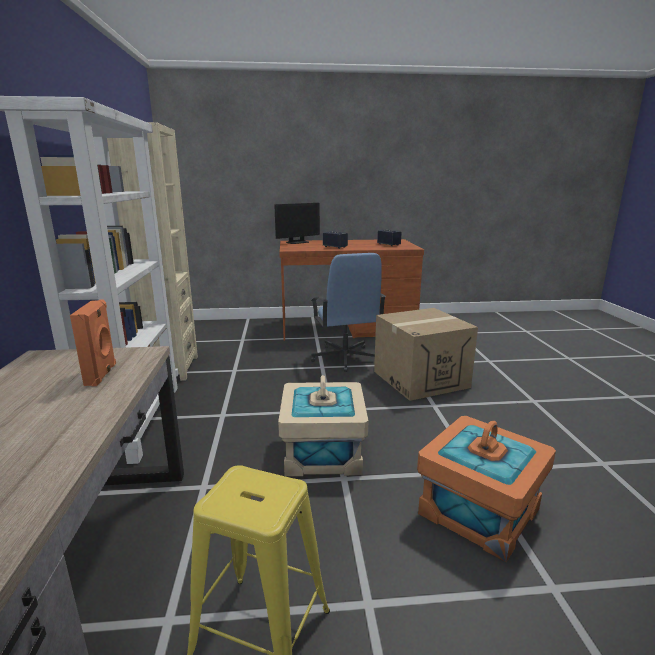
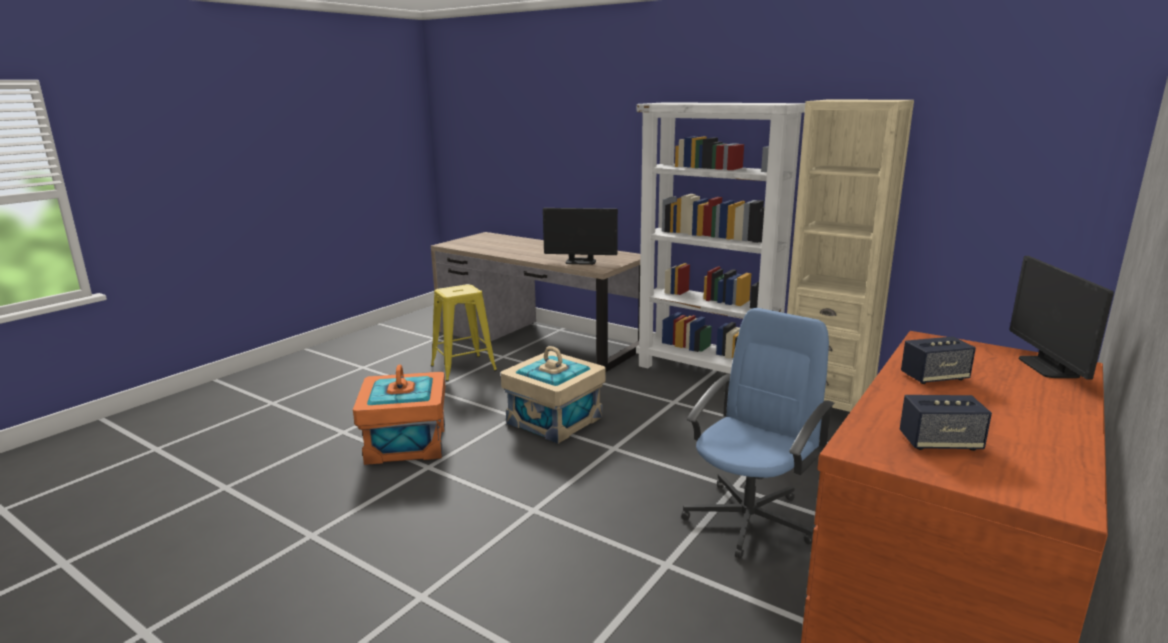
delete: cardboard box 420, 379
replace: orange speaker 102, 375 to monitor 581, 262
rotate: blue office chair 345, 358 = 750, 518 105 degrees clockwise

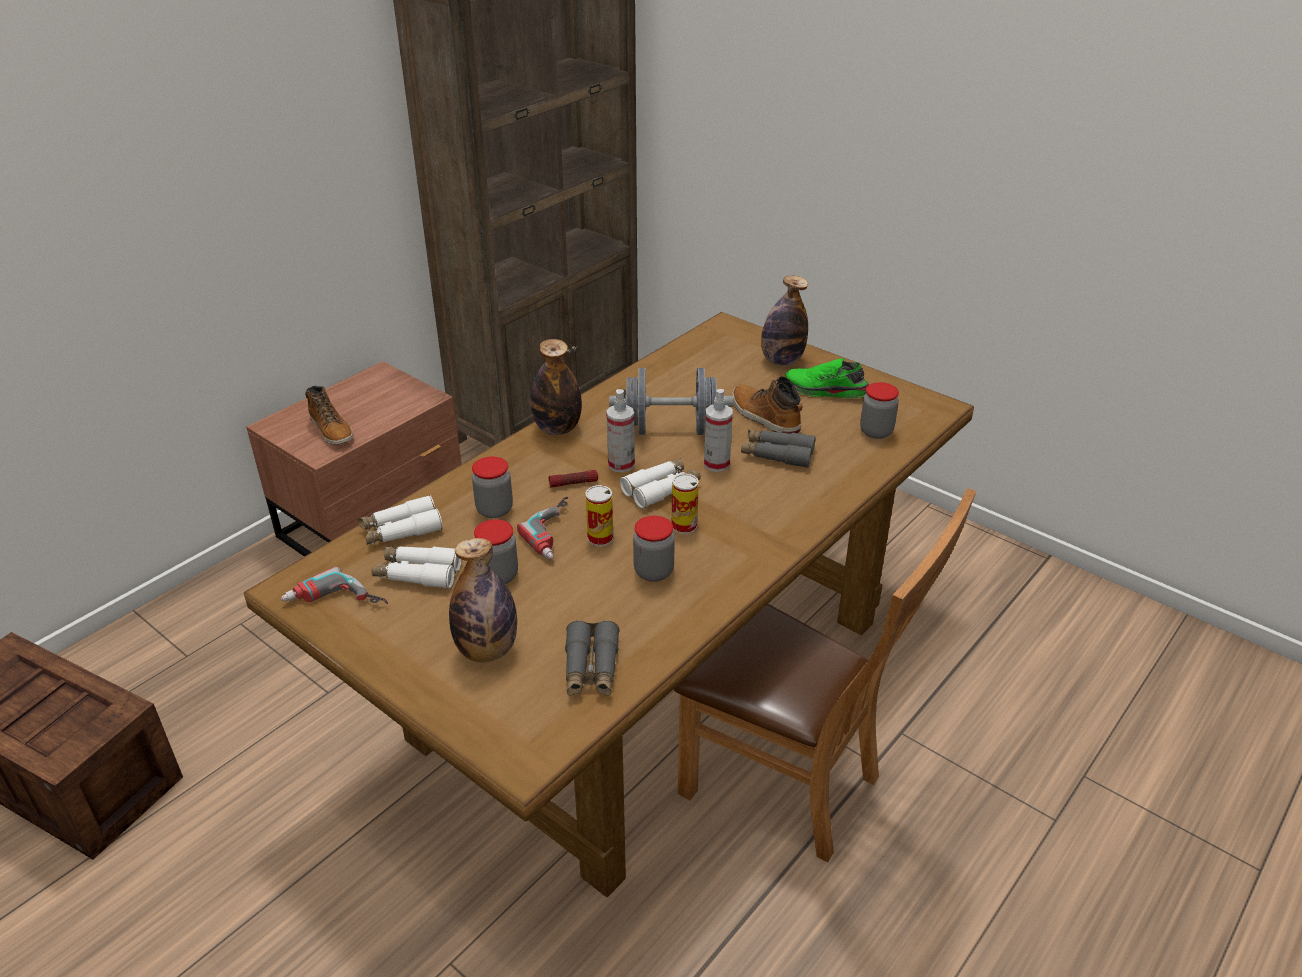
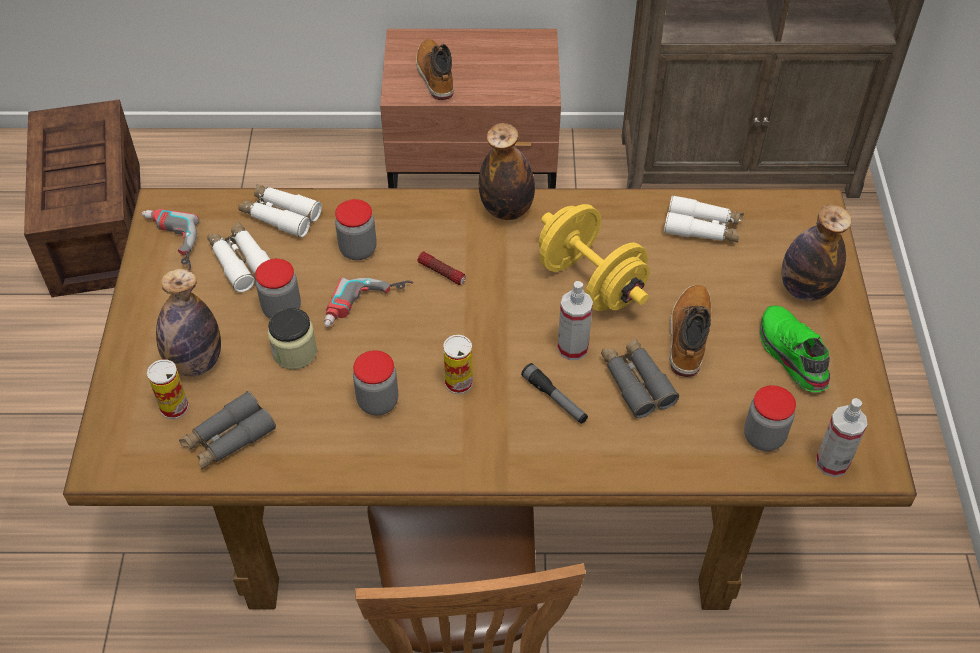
insert: jar 295, 352; flashlight 555, 399
move: spray bottle 621, 464 to 832, 463; white binoculars 661, 489 to 702, 228; can 600, 538 to 174, 407
recolor: grey dumbbell 670, 429 to yellow dumbbell 590, 282
rotate: boot 332, 430 = 434, 75 150 degrees clockwise

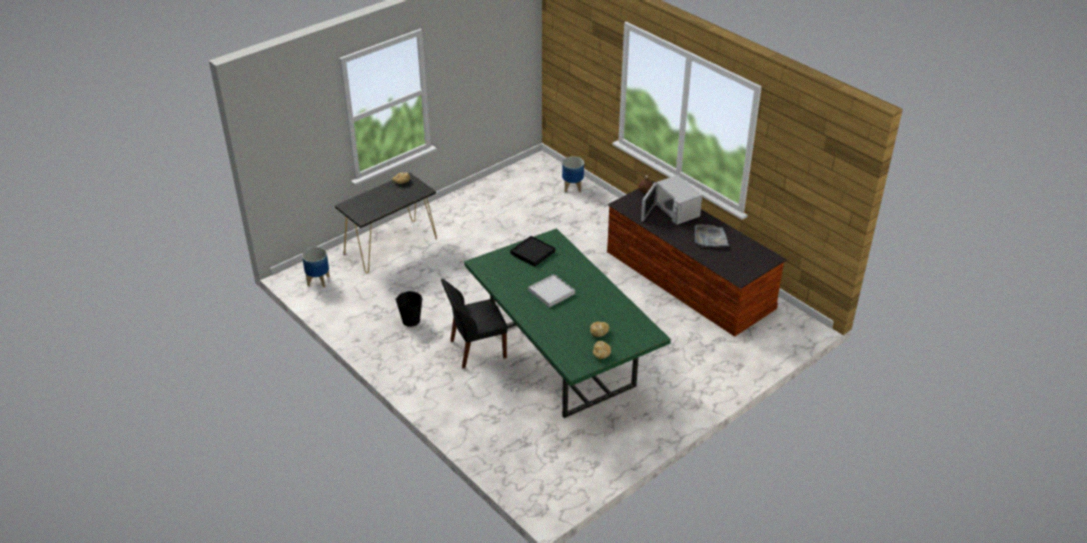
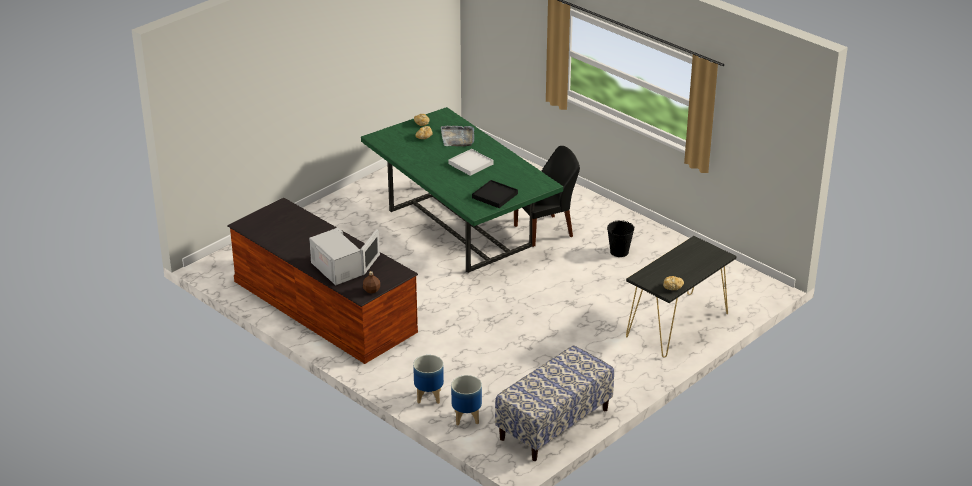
insert: bench 554, 424
move: grey tray 710, 238 to 458, 137; planter 318, 281 to 429, 396

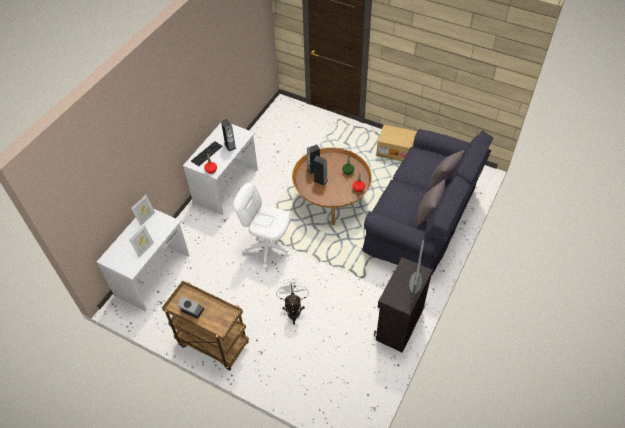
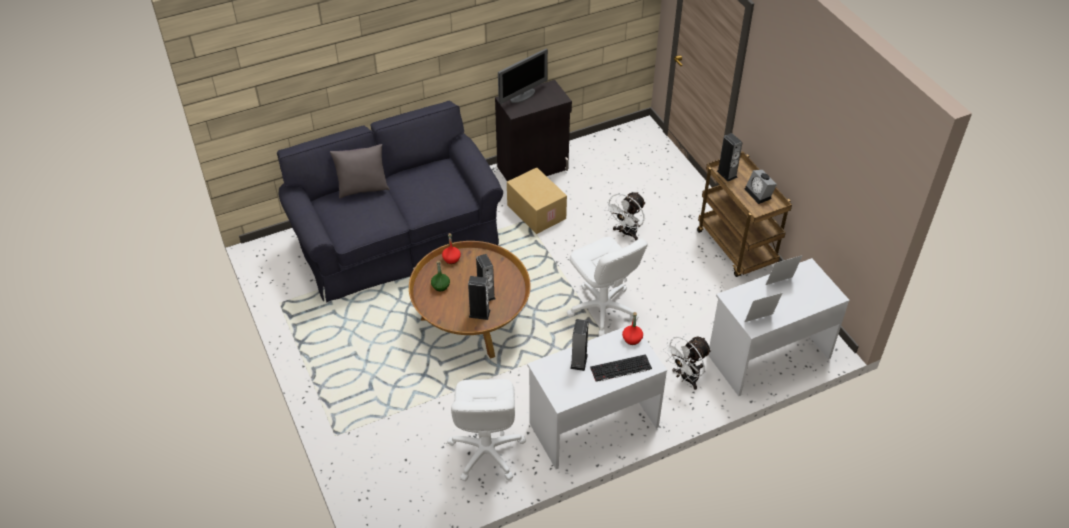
delete: grey pillow 428, 214
insert: speaker 727, 174; white fan 686, 378; white office chair 486, 452
move: cardboard box 395, 151 to 535, 212

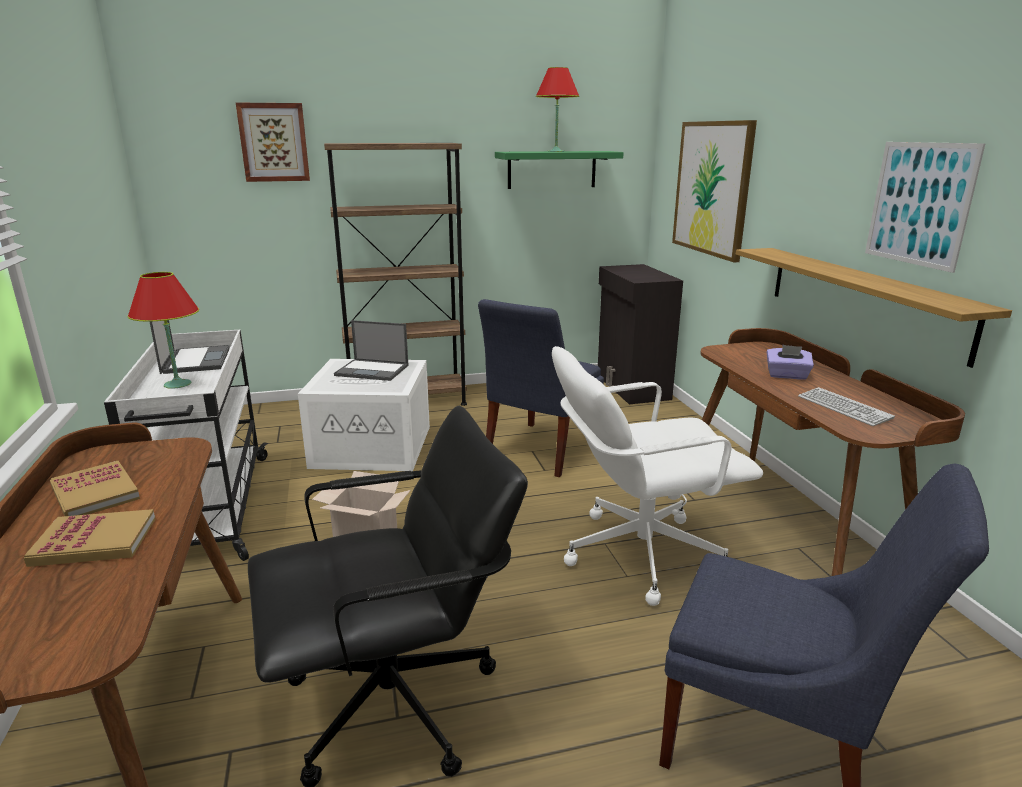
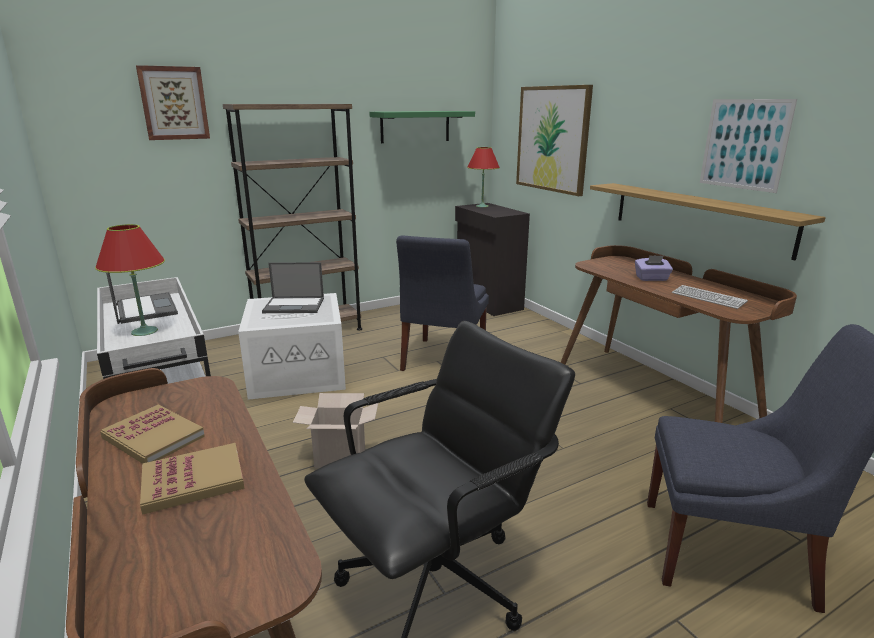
delete: white office chair 640, 553
move: red table lamp 556, 151 to 482, 206

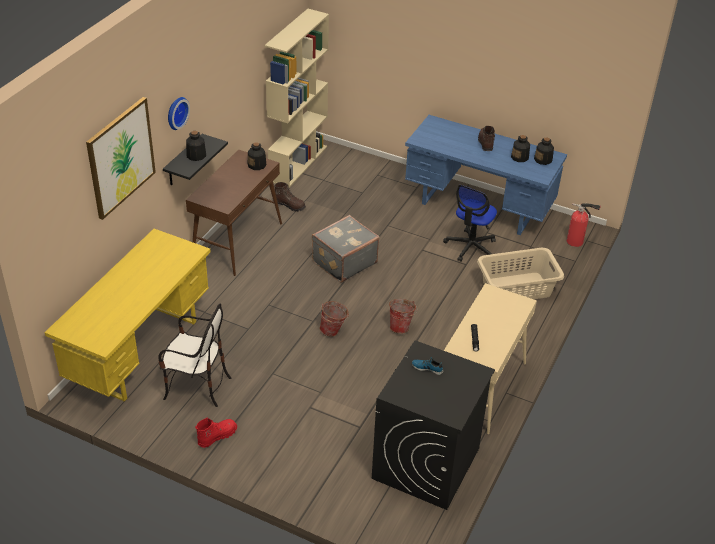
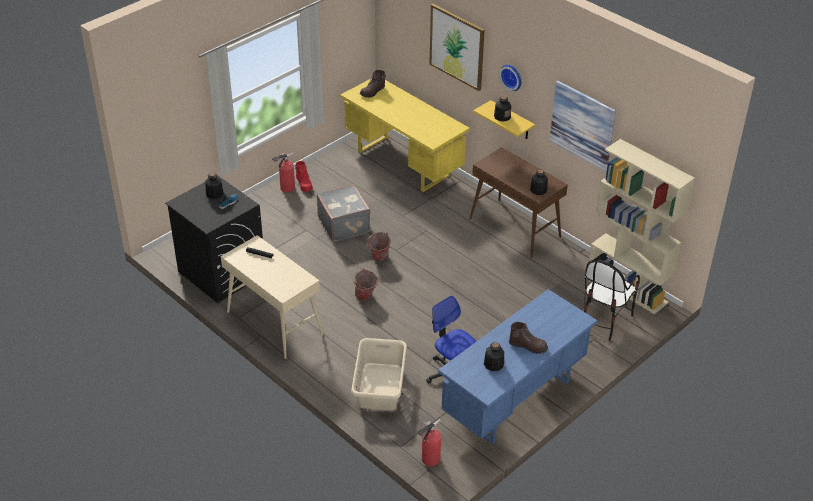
insert: picture 582, 125; fire extinguisher 286, 188
move: bottle 543, 160 to 214, 194; brown boot 290, 205 to 373, 92; grey suitcase 343, 262 to 344, 224; chair 197, 387 to 604, 319
recolor: black shelf 183, 161 to yellow shelf 512, 121

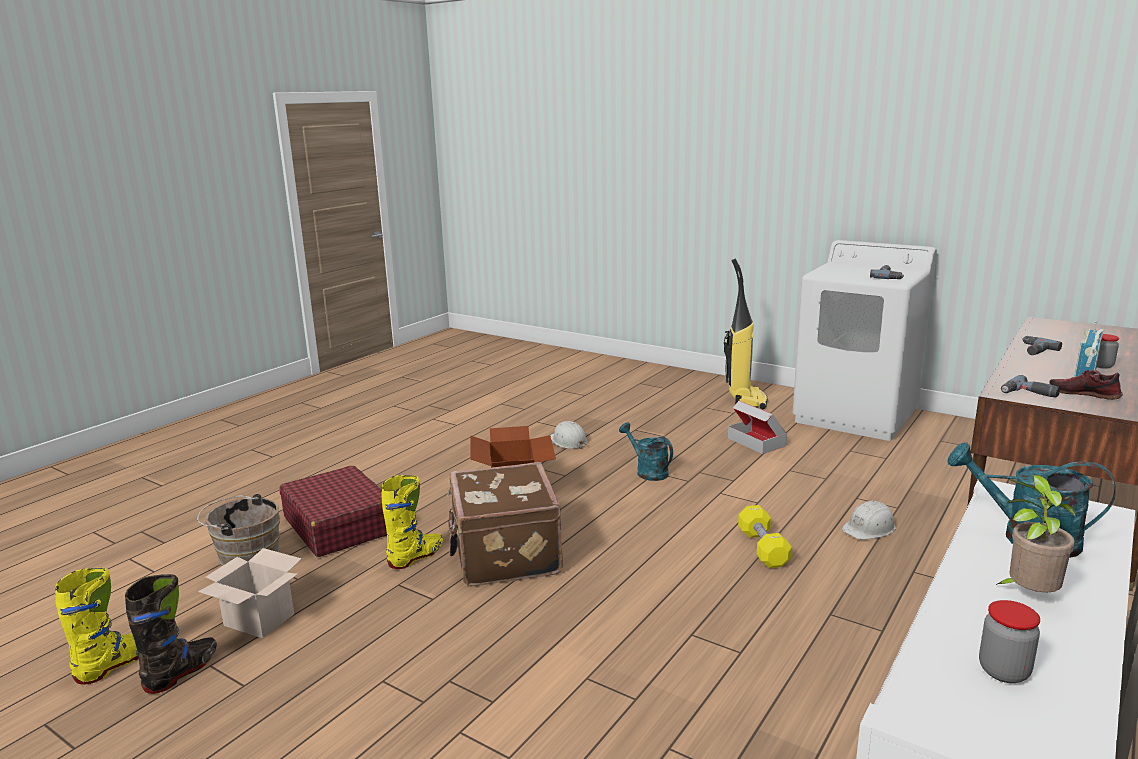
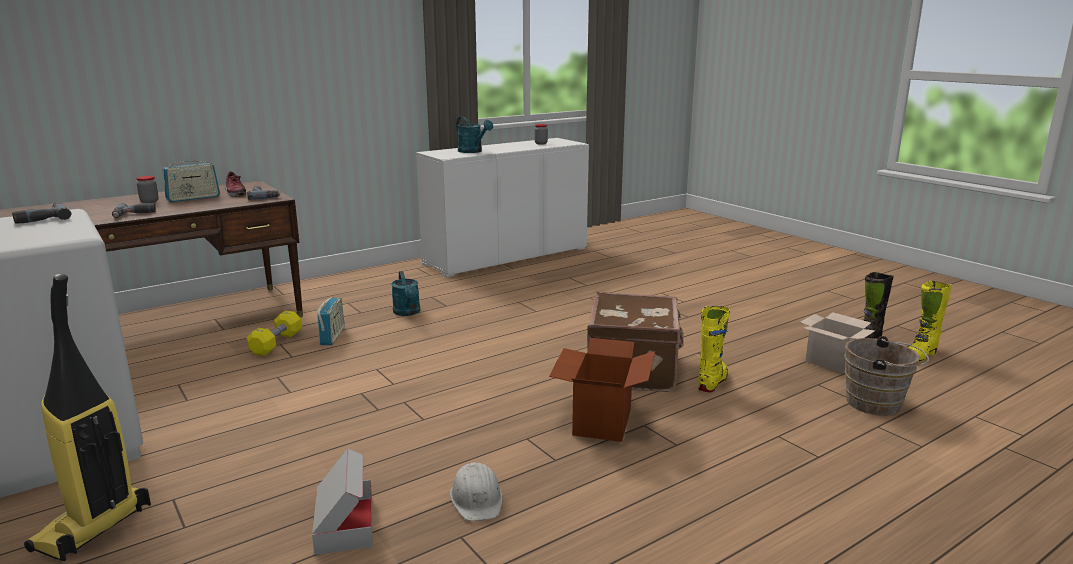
delete: red suitcase 339, 525; potted plant 1028, 595
move: cardboard box 756, 442 to 344, 524; turquoise watering can 647, 471 to 408, 313; yellow dumbbell 763, 548 to 276, 343
replace: white hard hat 869, 528 to radio 332, 336
rotate: yellow boot 416, 557 = 712, 382 150 degrees clockwise

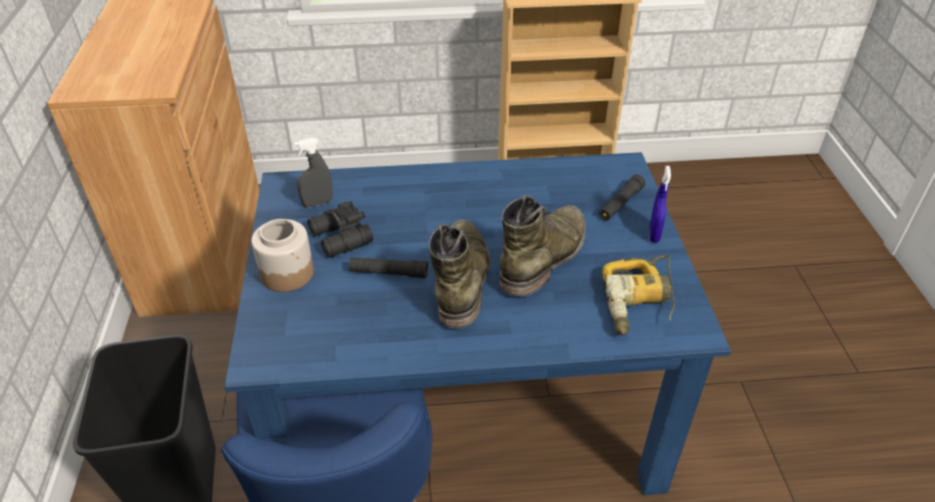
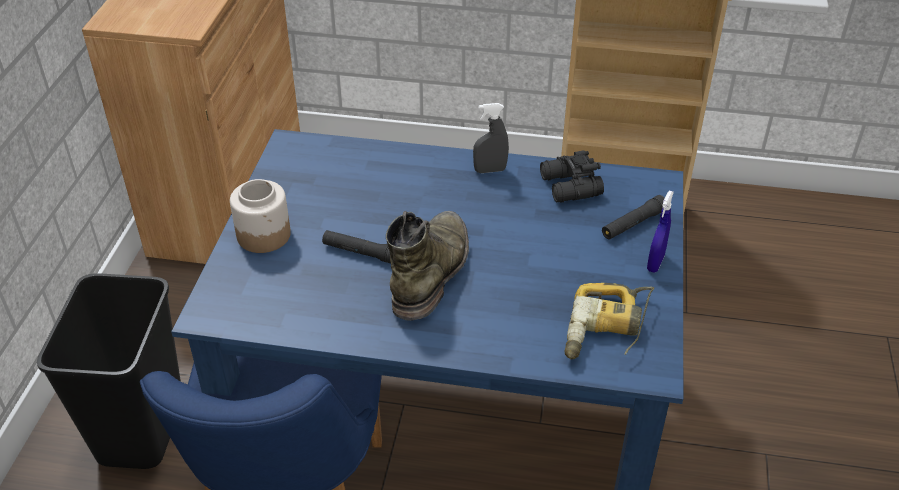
delete: green boot 545, 256
move: grey spray bottle 317, 203 to 490, 170; black binoculars 340, 239 to 569, 187

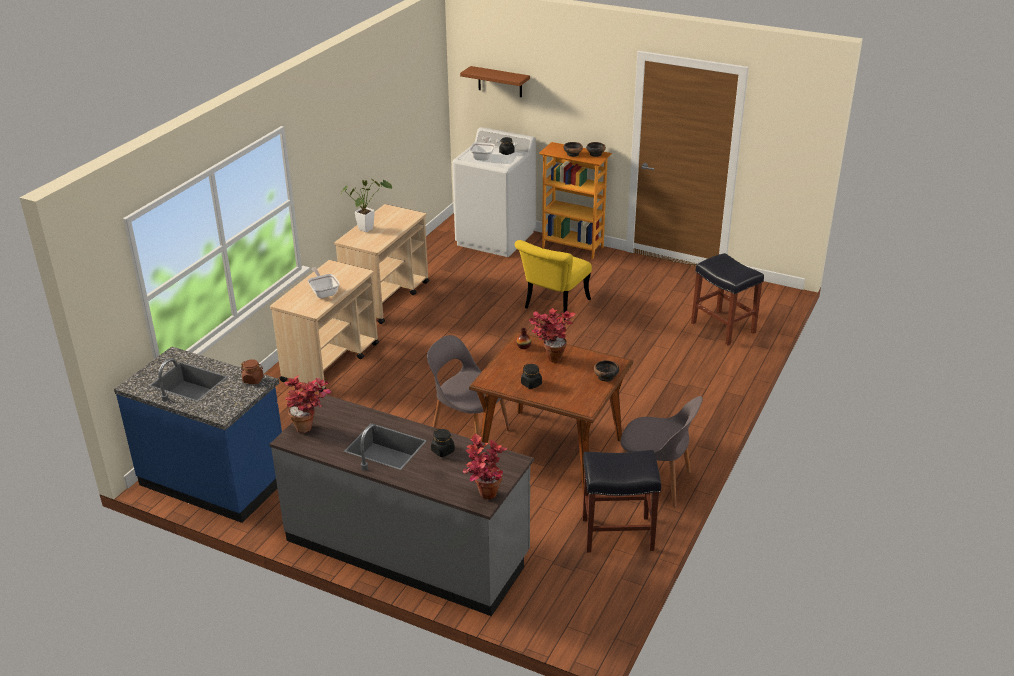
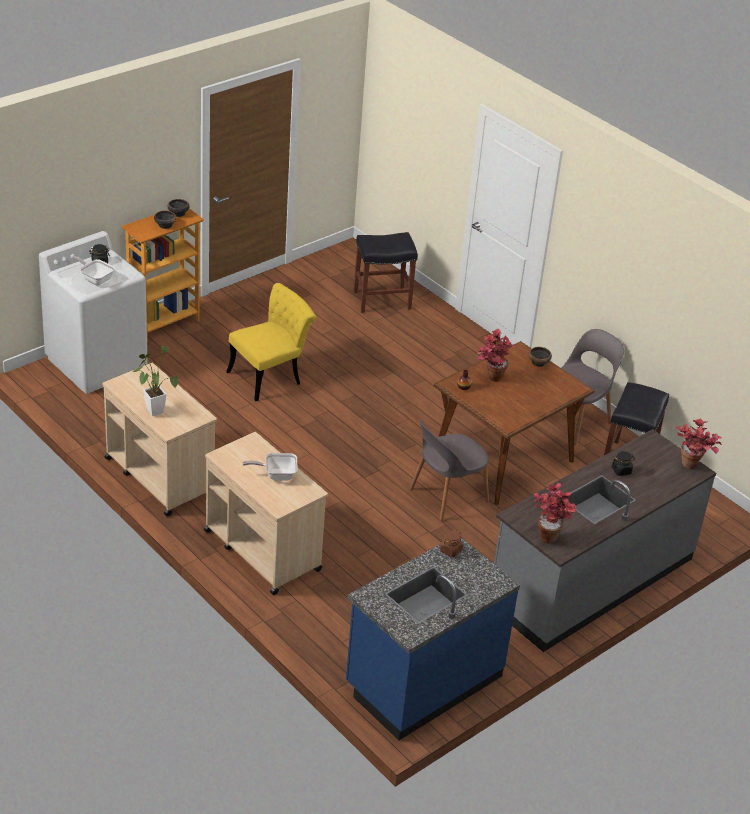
delete: brown shelf 500, 82; black jar 531, 384
rotate: yellow chair 553, 307 = 271, 376 90 degrees counterclockwise

